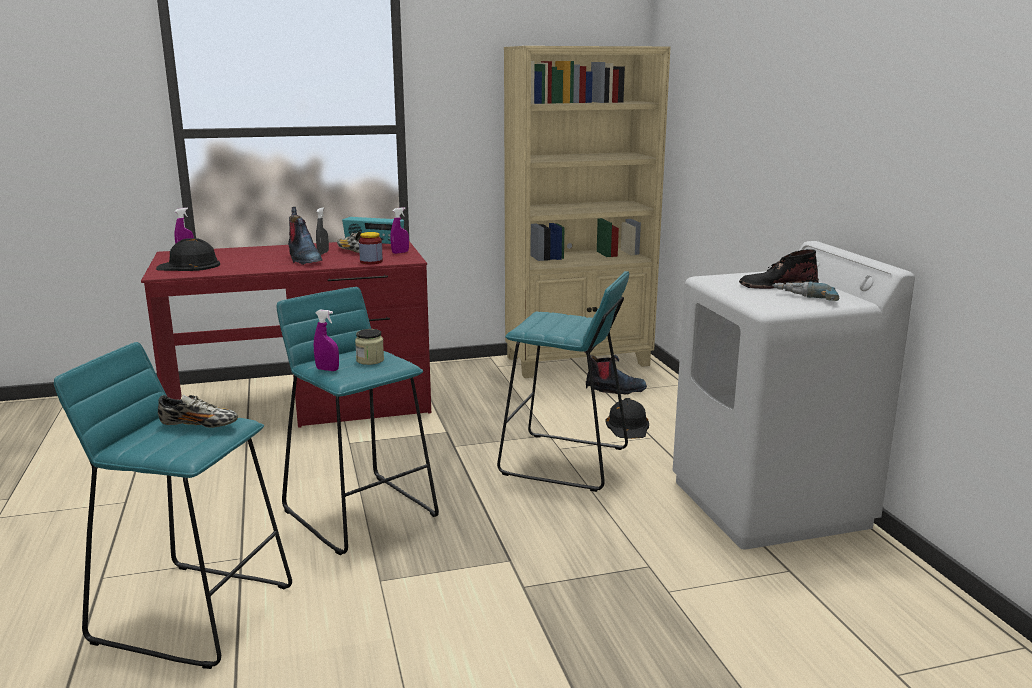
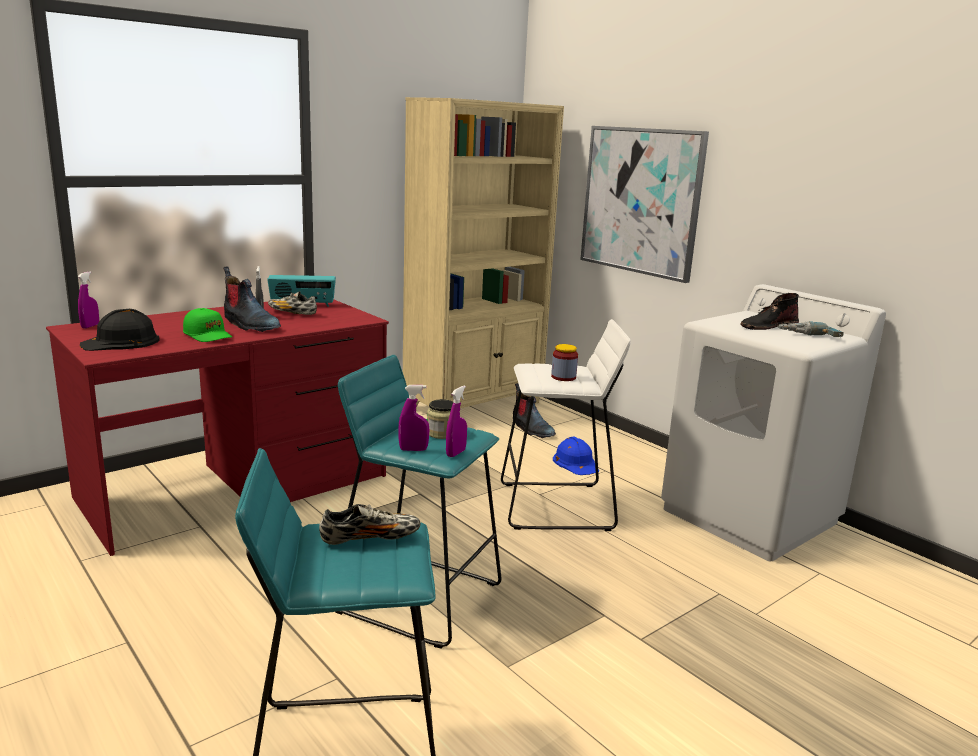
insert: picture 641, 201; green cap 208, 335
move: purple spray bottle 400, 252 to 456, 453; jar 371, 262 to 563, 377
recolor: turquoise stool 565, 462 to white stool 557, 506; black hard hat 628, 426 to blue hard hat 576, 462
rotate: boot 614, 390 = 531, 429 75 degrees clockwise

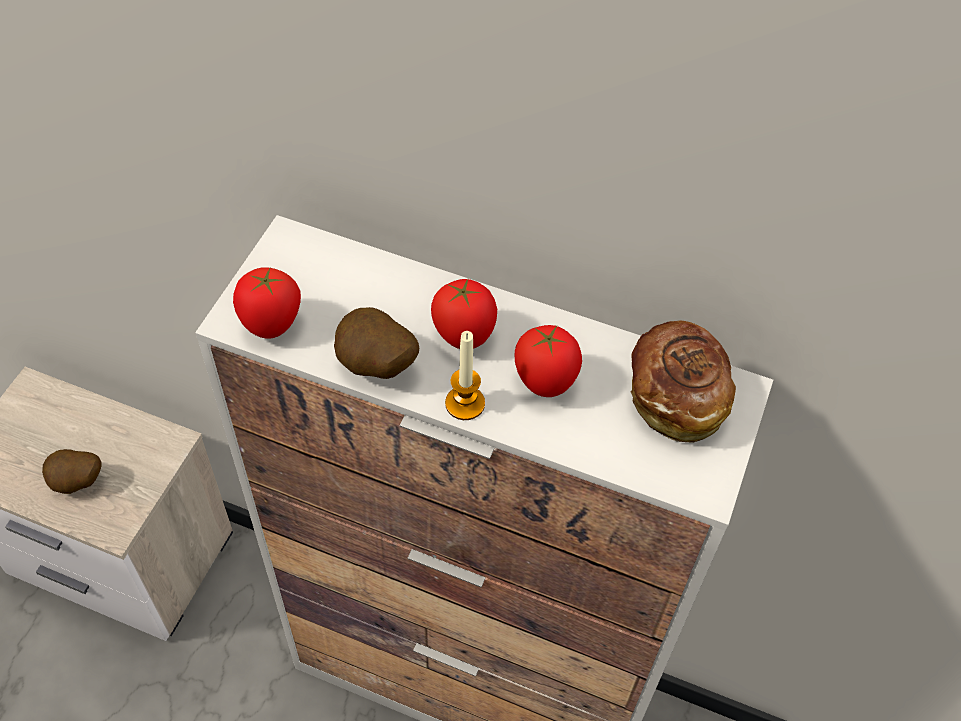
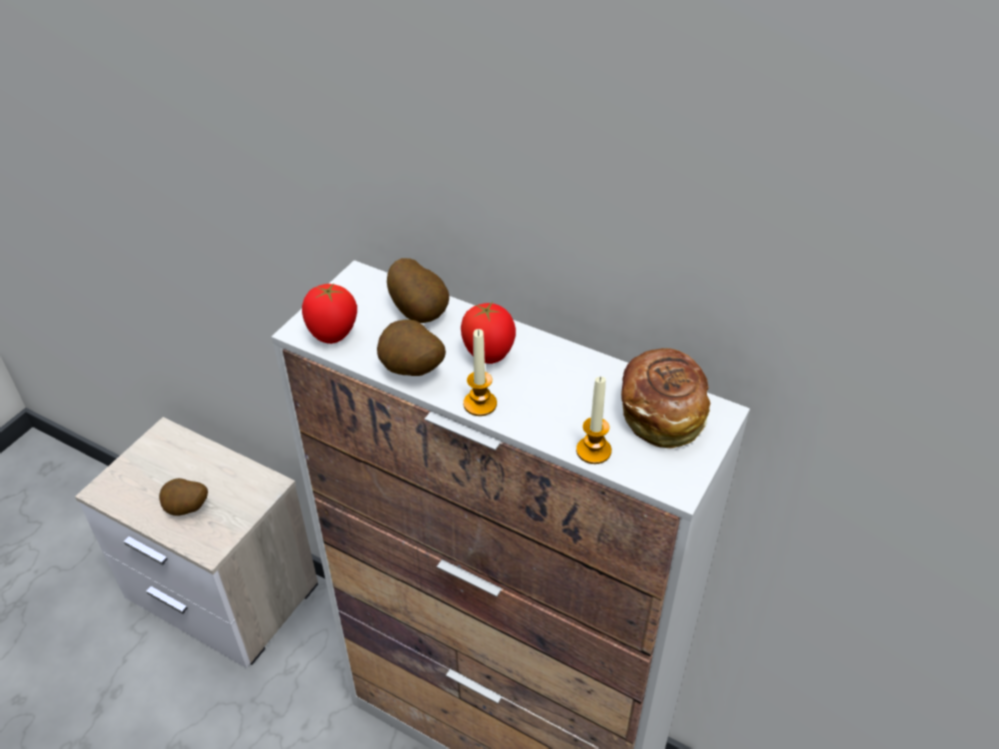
delete: tomato 545, 383
insert: potato 420, 312; candle 593, 451

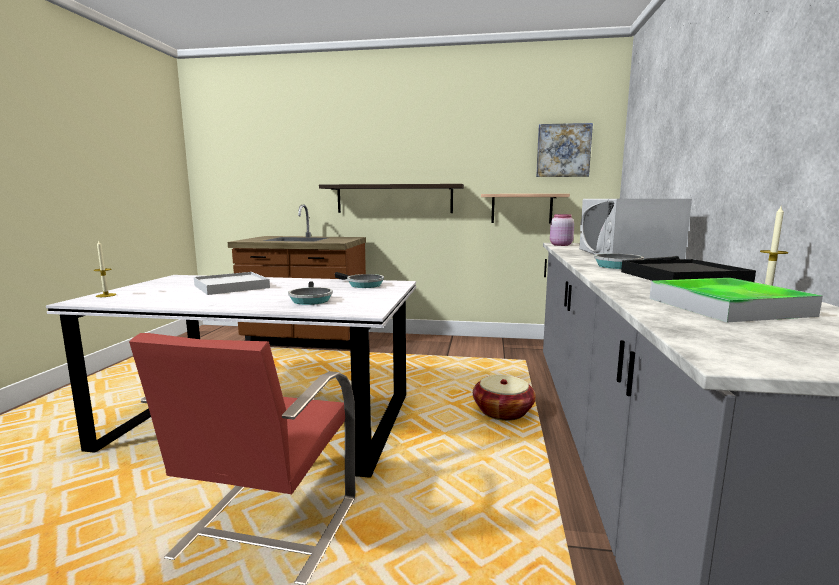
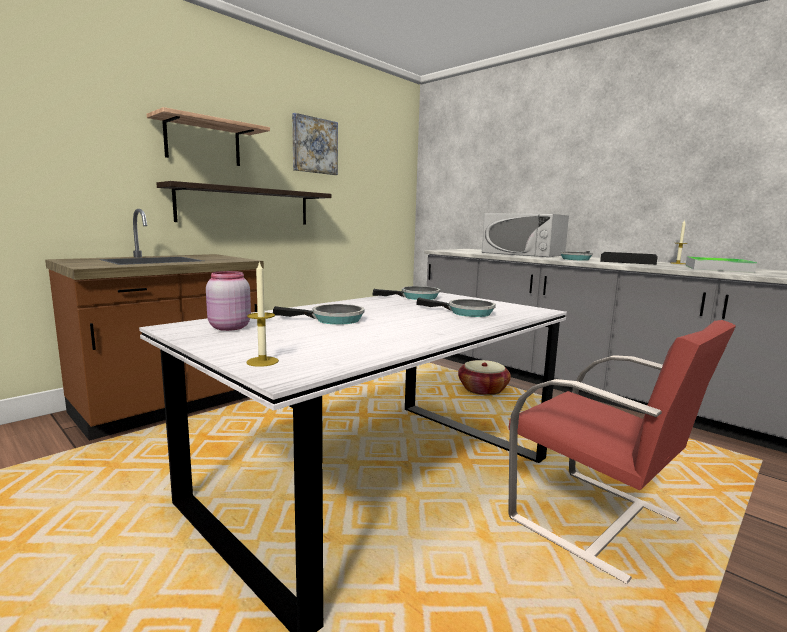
move: picture 563, 150 to 314, 145; shelf 521, 208 to 203, 142; pink jar 560, 245 to 228, 327
replace: white tray 231, 286 to frying pan 333, 320

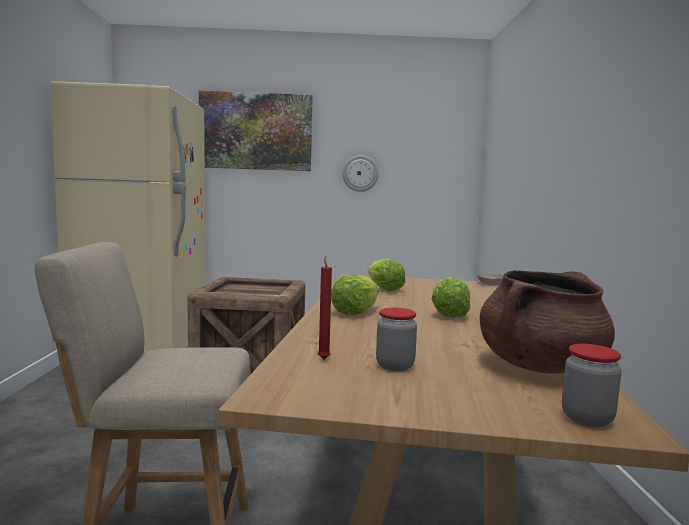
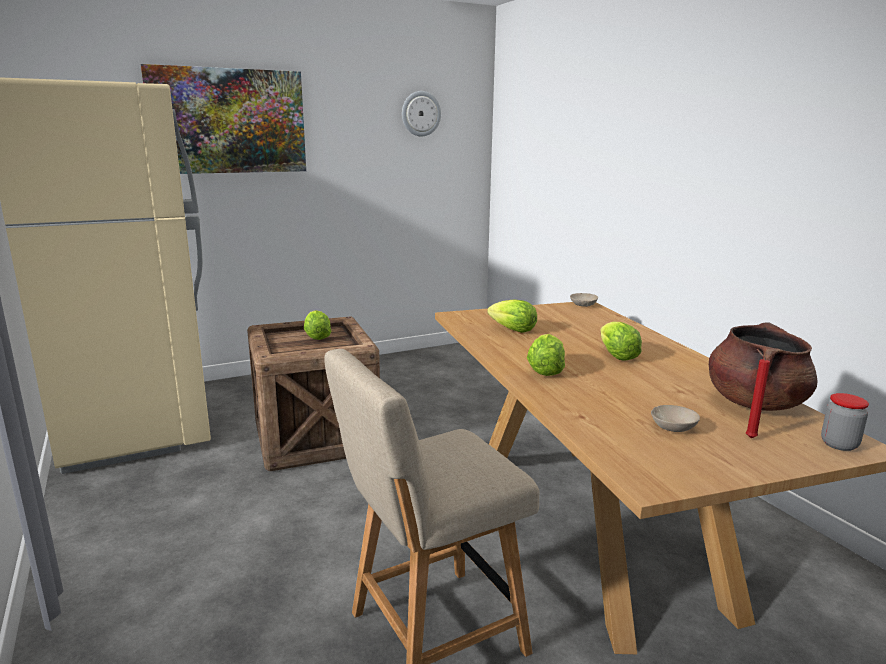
insert: lettuce 317, 337
move: wall clock 360, 173 to 421, 113; red candle 323, 358 to 749, 437
replace: jar 395, 366 to beige bowl 674, 428

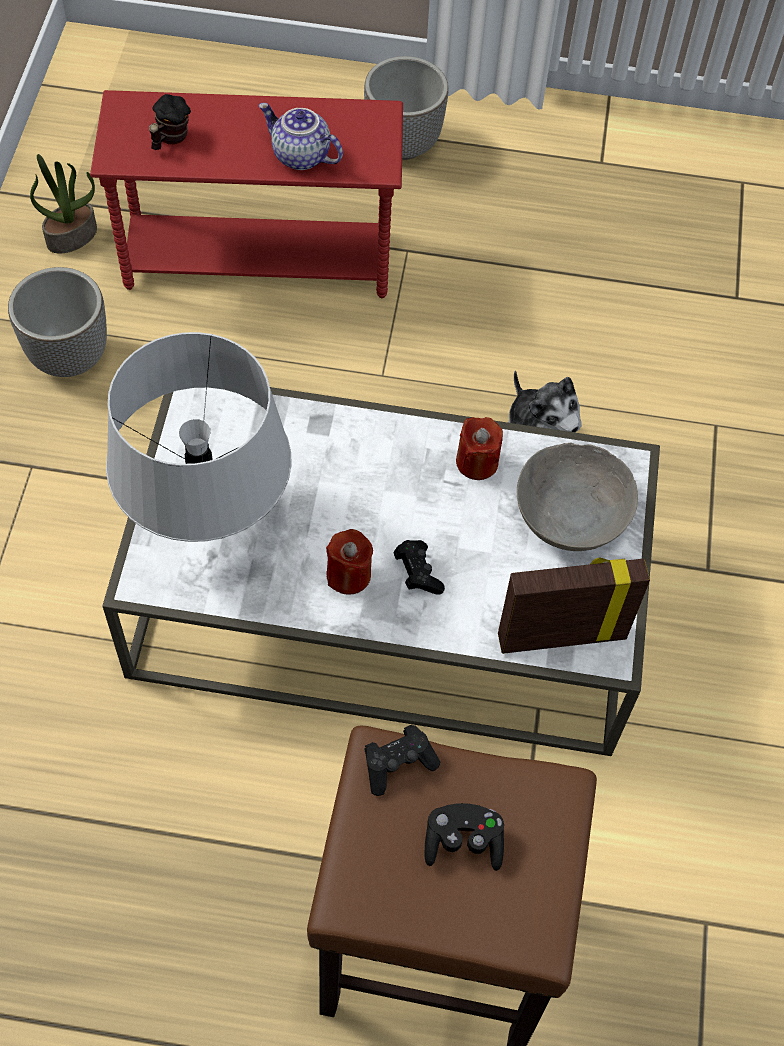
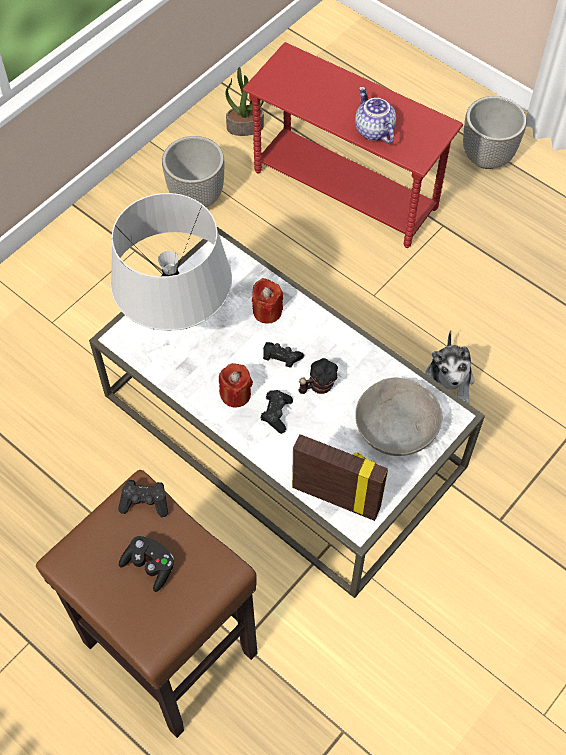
insert: black game controller 281, 359
move: mug 169, 139 to 317, 386; red candle 477, 462 to 267, 311

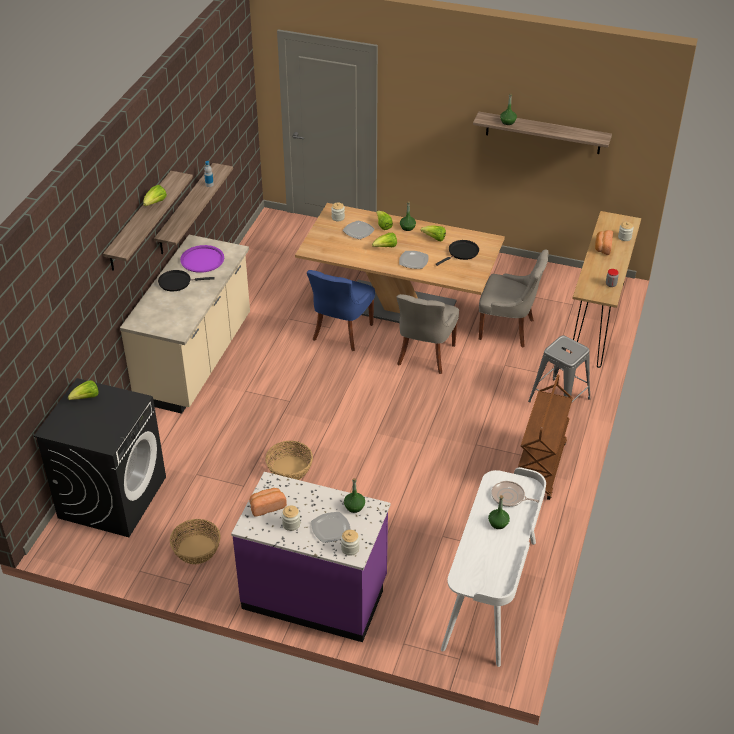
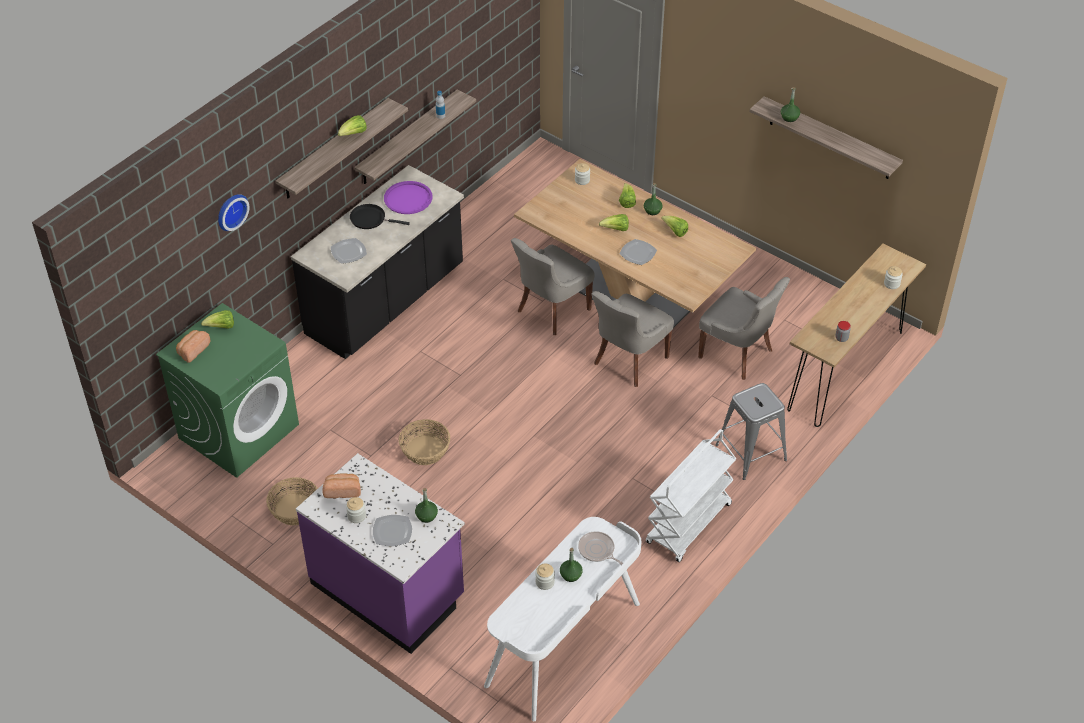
delete: black frying pan 462, 253
insert: wall clock 230, 211
move: plate 358, 231 to 348, 252; bread 602, 247 to 193, 350; jar 350, 548 to 545, 582
recolor: beige counter 196, 360 to black counter 386, 302; blue chair 341, 333 to grey chair 551, 310; brown cart 541, 468 to white cart 689, 525; black washing machine 112, 497 to green washing machine 239, 430

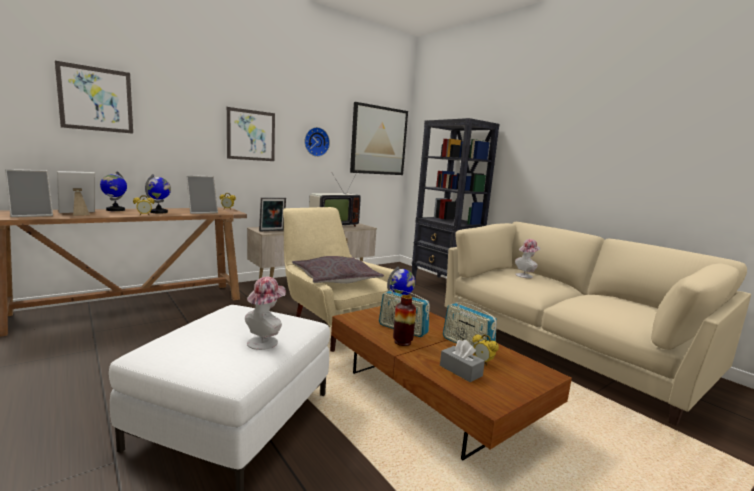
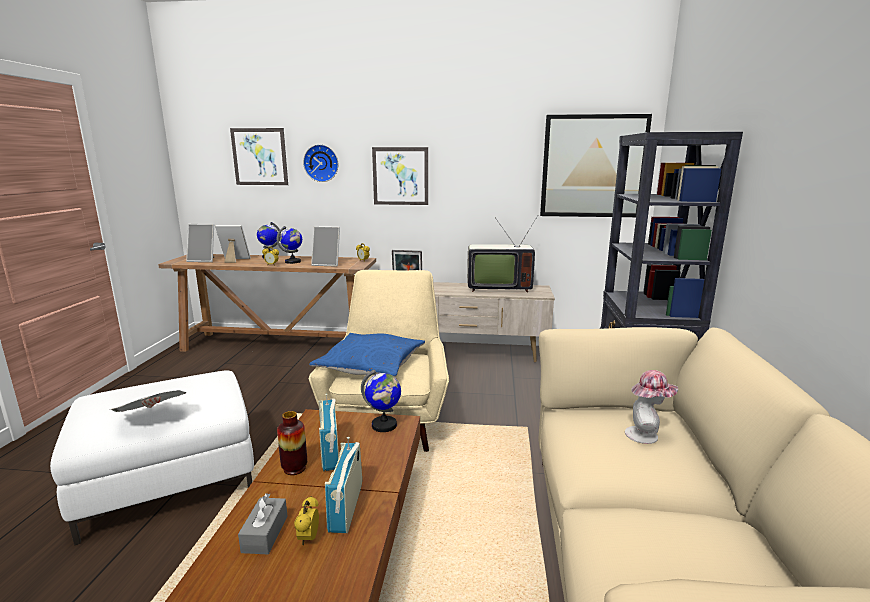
move: wall clock 316, 142 to 321, 163
replace: hat 265, 341 to newspaper 152, 417
recolor: grey pillow 335, 279 to blue pillow 370, 365

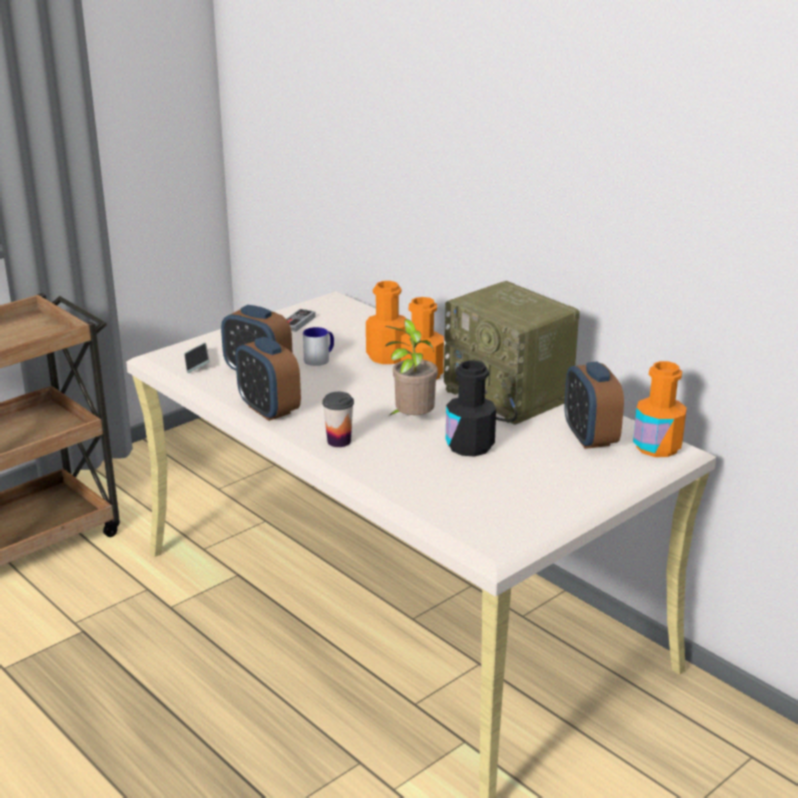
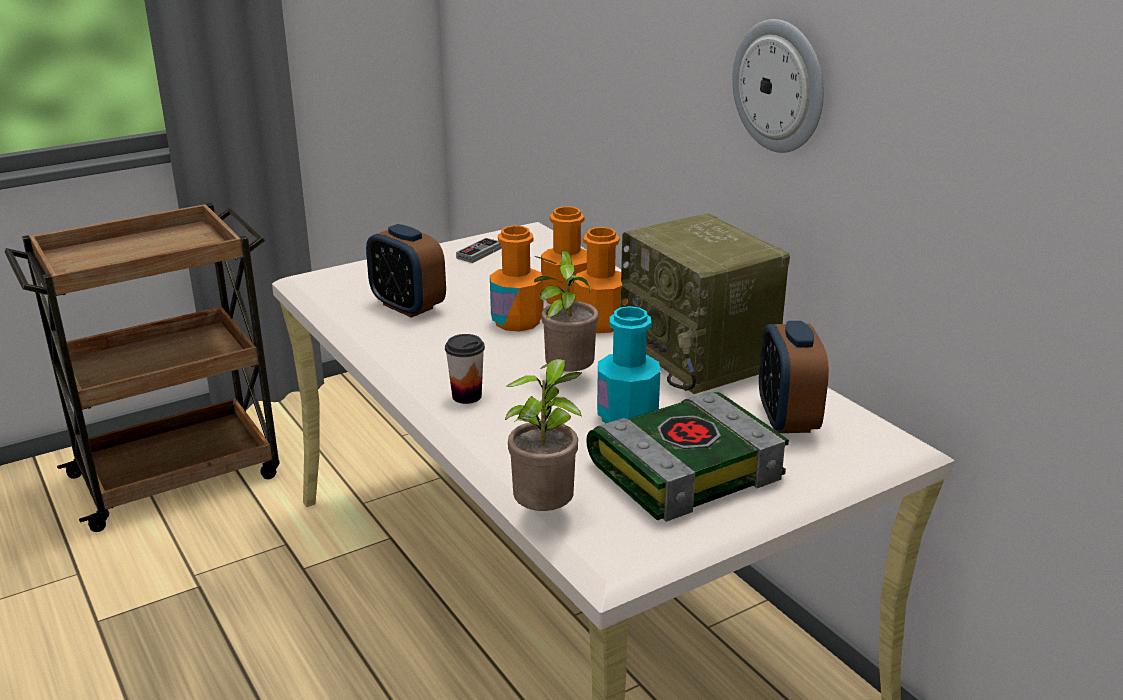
delete: mug 320, 358; alarm clock 269, 410; phone 197, 362
insert: wall clock 780, 86; potted plant 546, 513; book 686, 468
move: orange bottle 657, 447 to 517, 321
recolor: black bottle 470, 446 to turquoise bottle 627, 416

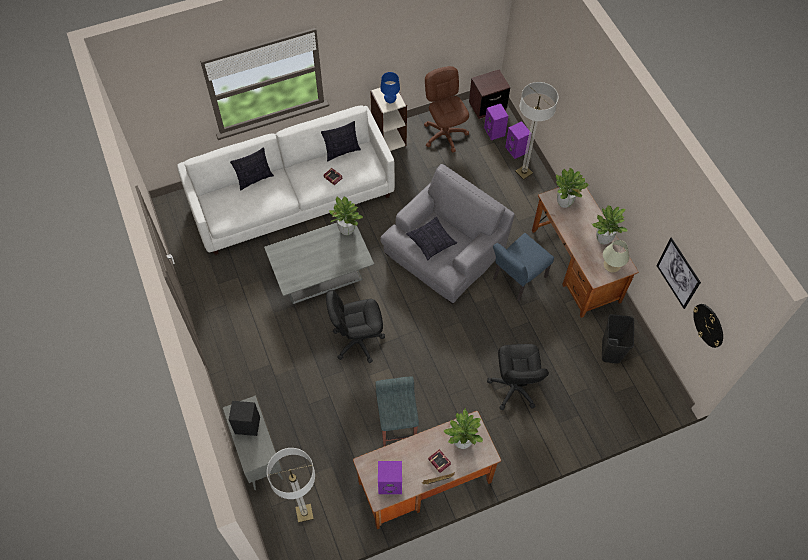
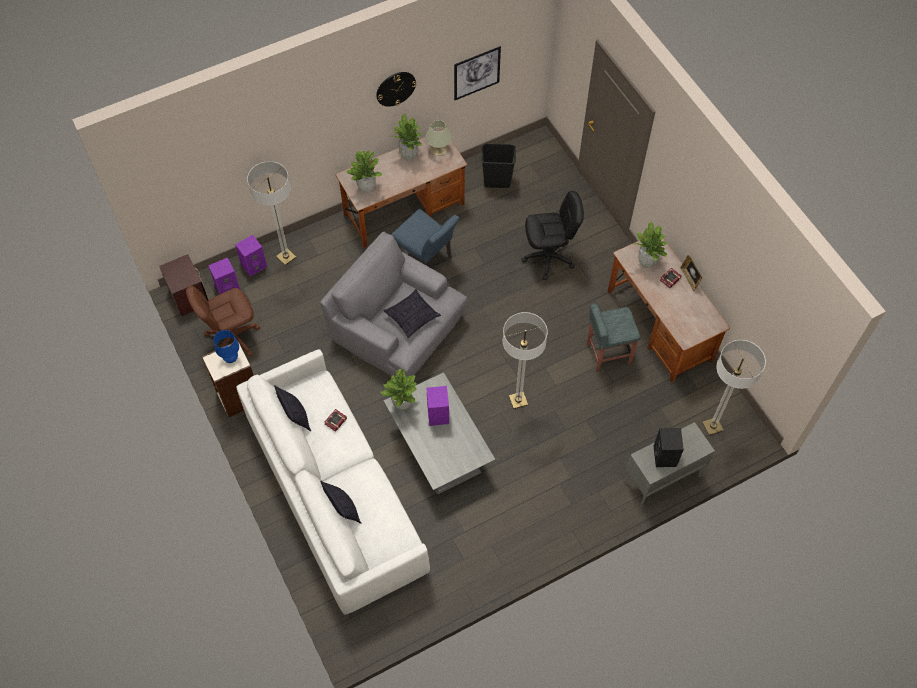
move: wall clock 708, 325 to 395, 88; purple speaker 390, 483 to 437, 414
replace: black office chair 357, 341 to floor lamp 518, 400

